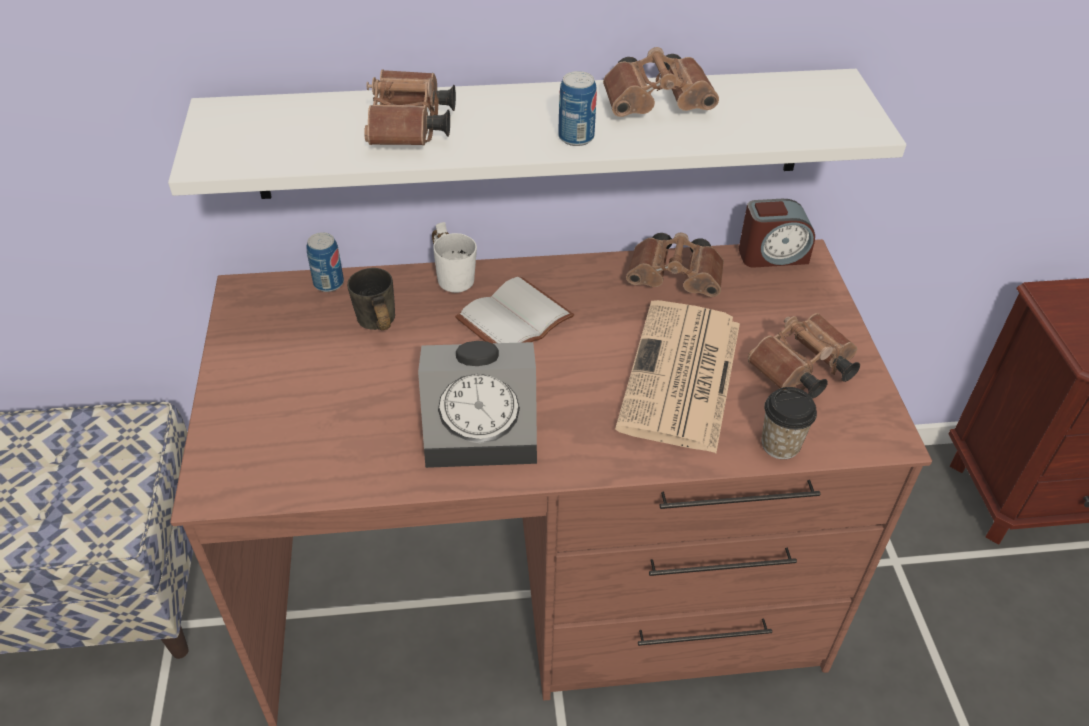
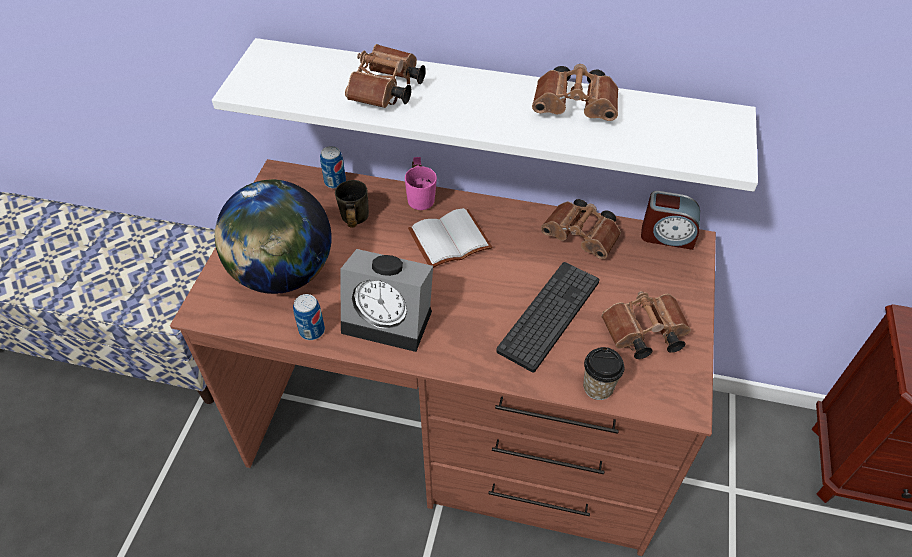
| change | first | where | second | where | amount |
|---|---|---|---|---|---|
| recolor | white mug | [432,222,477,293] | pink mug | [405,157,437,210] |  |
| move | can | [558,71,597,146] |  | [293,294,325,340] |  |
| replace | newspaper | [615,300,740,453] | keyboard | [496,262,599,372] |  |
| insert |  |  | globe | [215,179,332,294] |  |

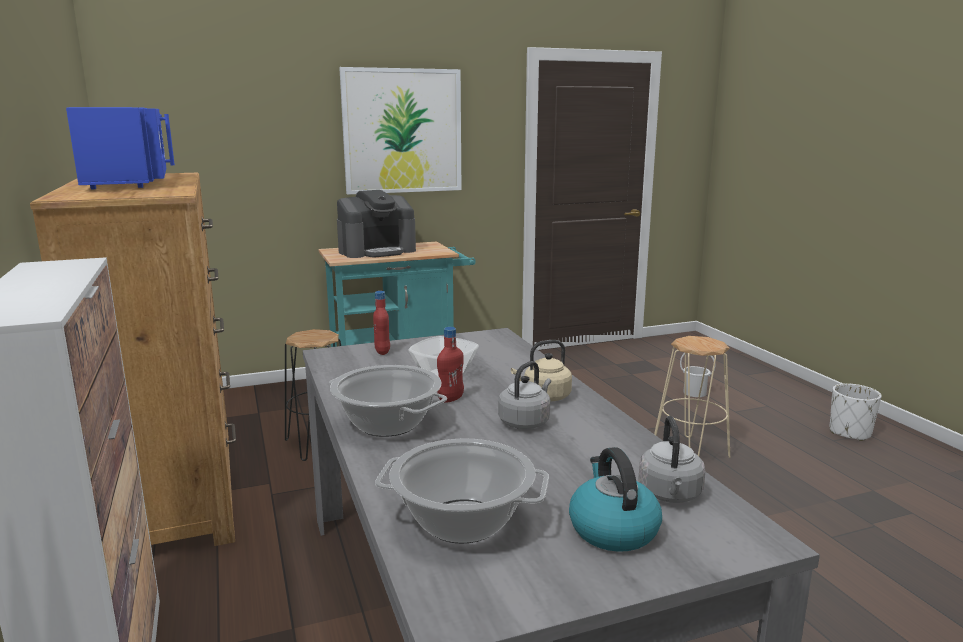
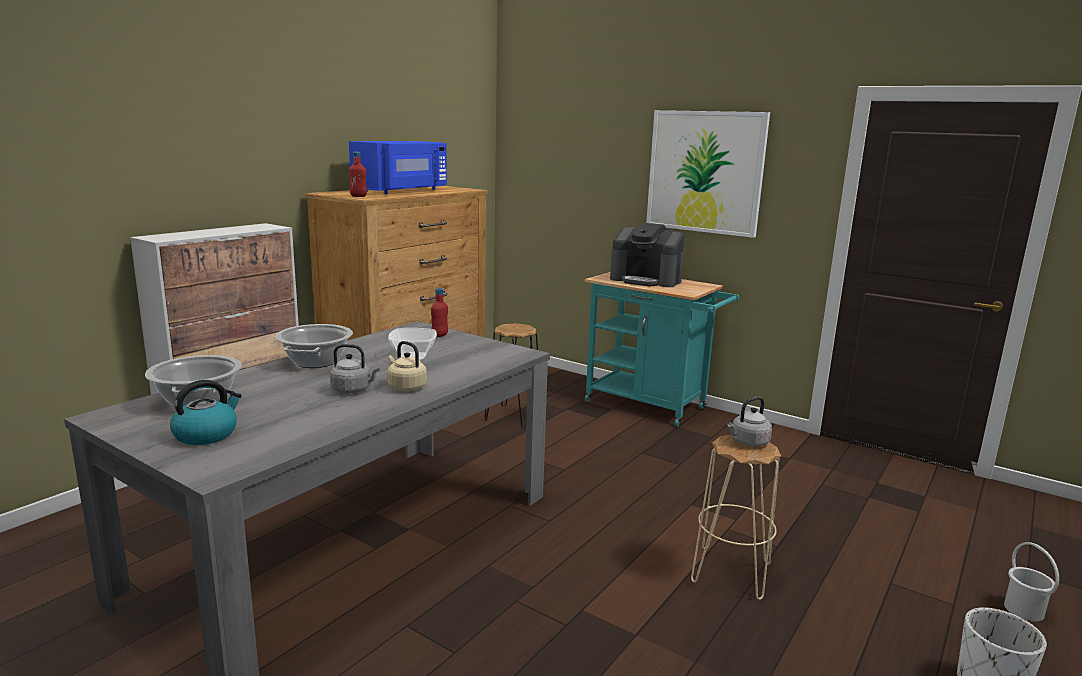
| change | first | where | second | where | amount |
|---|---|---|---|---|---|
| move | red bottle | [437,327,464,403] |  | [349,152,367,197] |  |
| move | grey kettle | [638,416,705,503] |  | [727,397,772,447] |  |
| move | white bucket | [680,353,715,397] |  | [1004,542,1059,621] |  |

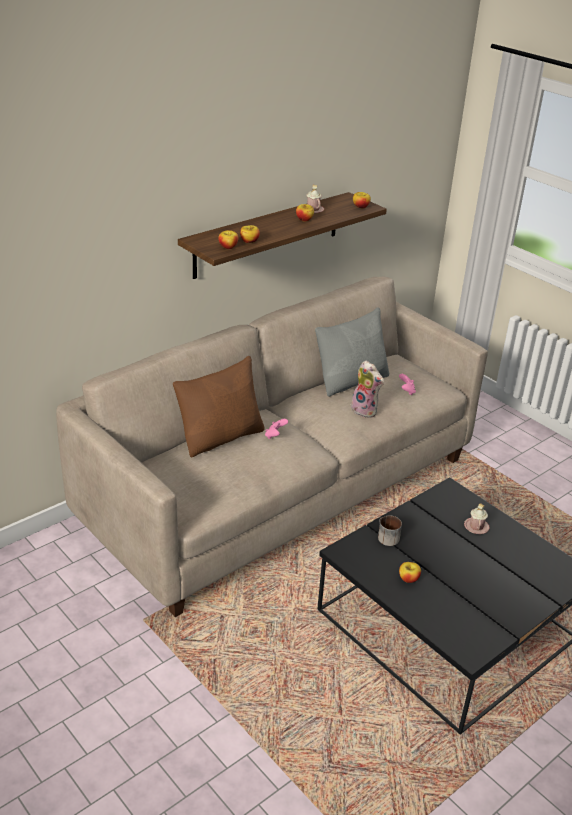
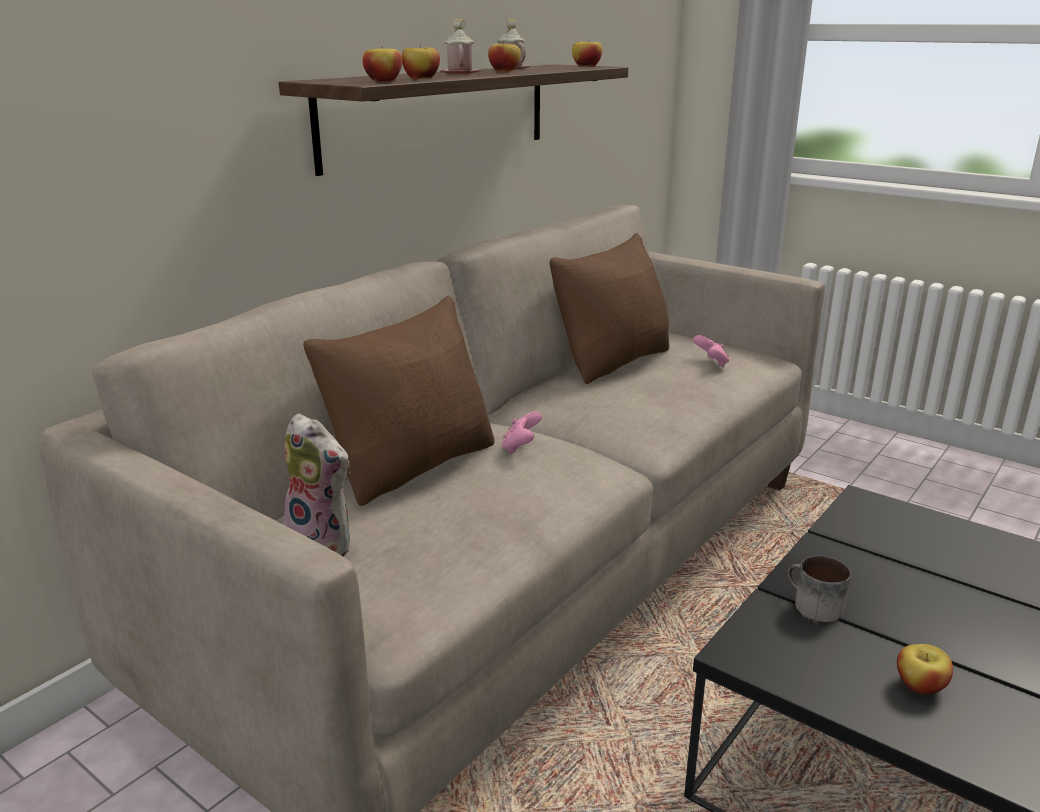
| change | first | where | second | where | amount |
|---|---|---|---|---|---|
| recolor | grey pillow | [315,307,389,397] | brown pillow | [550,233,669,384] |  |
| move | plush toy | [351,361,384,418] |  | [284,414,350,556] |  |
| move | pink mug | [464,503,490,534] |  | [439,19,481,74] |  |

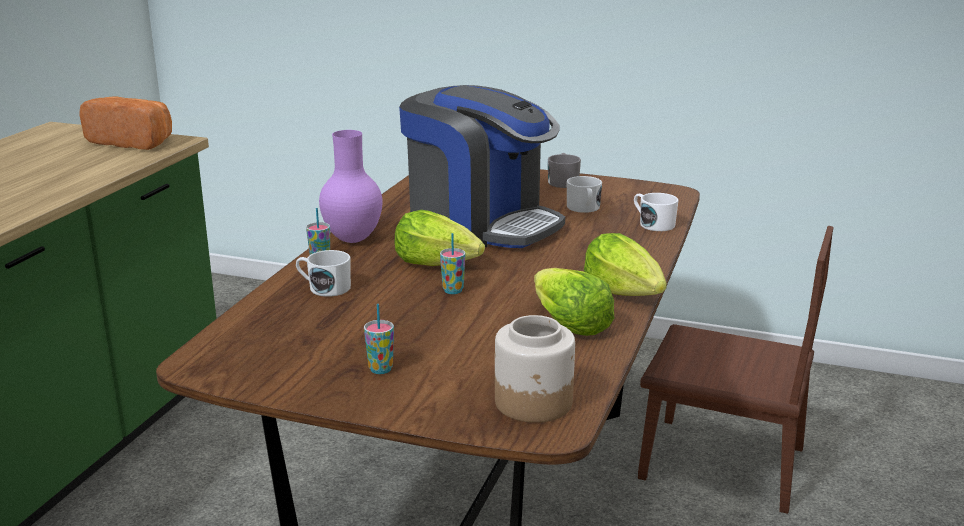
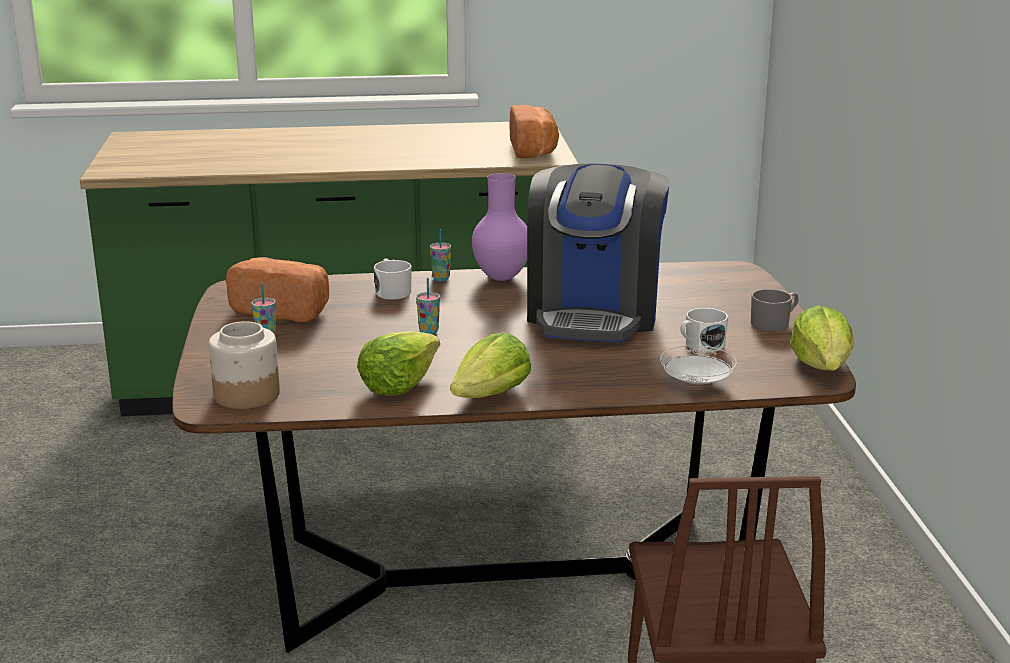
| change | first | where | second | where | amount |
|---|---|---|---|---|---|
| move | lettuce | [395,210,485,266] |  | [790,306,854,371] |  |
| replace | white mug | [634,193,679,231] | white plate | [660,345,737,384] |  |
| insert |  |  | bread | [226,257,329,322] |  |

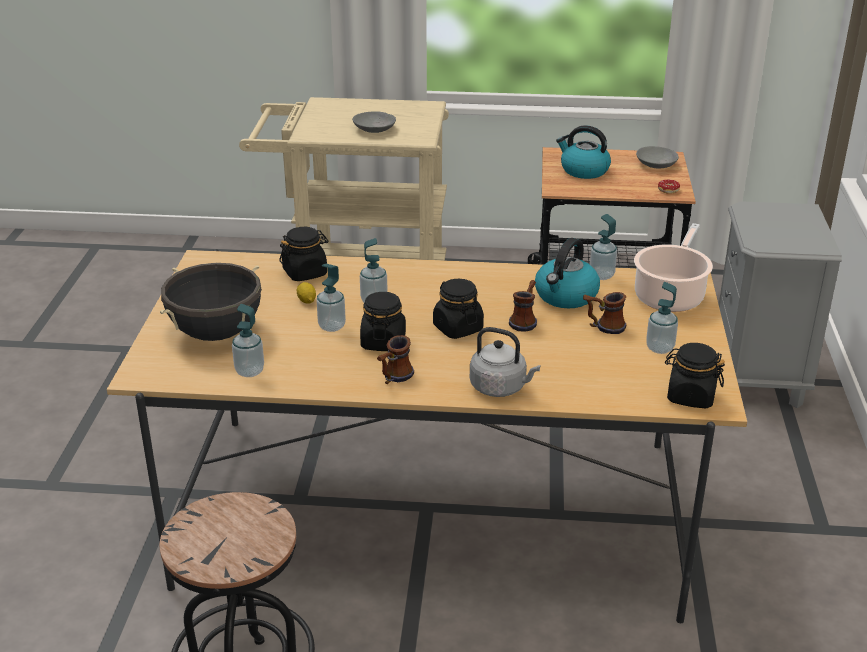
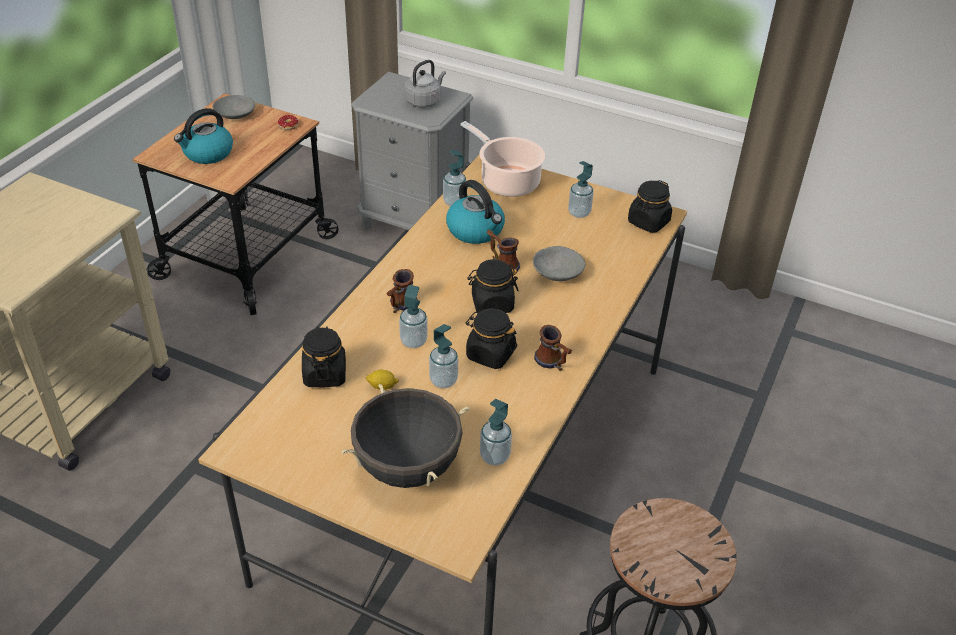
| change | first | where | second | where | amount |
|---|---|---|---|---|---|
| move | grey bowl | [352,111,396,133] |  | [533,246,585,281] |  |
| move | grey kettle | [470,327,540,397] |  | [404,60,446,108] |  |
| move | mug | [583,292,626,334] |  | [386,269,417,313] |  |

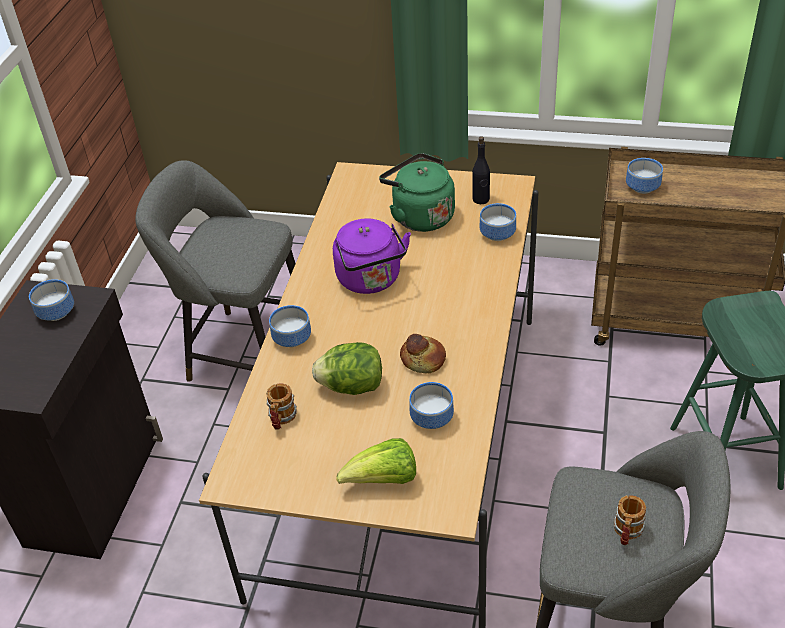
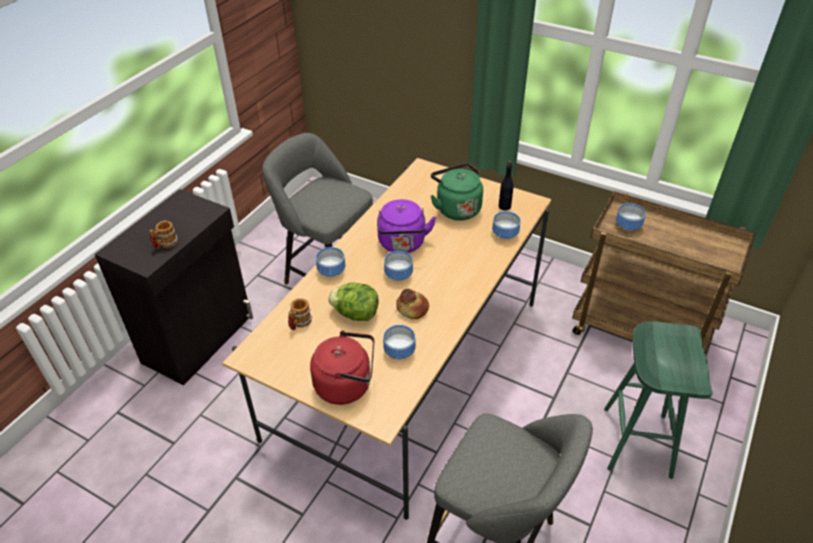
| change | first | where | second | where | amount |
|---|---|---|---|---|---|
| move | bowl | [29,279,74,321] |  | [384,251,413,281] |  |
| replace | lettuce | [336,438,416,484] | red kettle | [310,330,374,405] |  |
| move | mug | [613,495,646,545] |  | [149,220,178,249] |  |

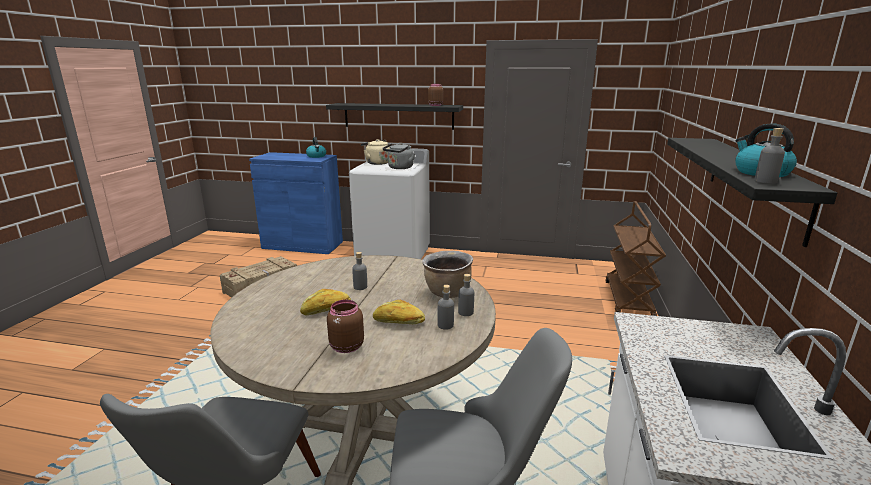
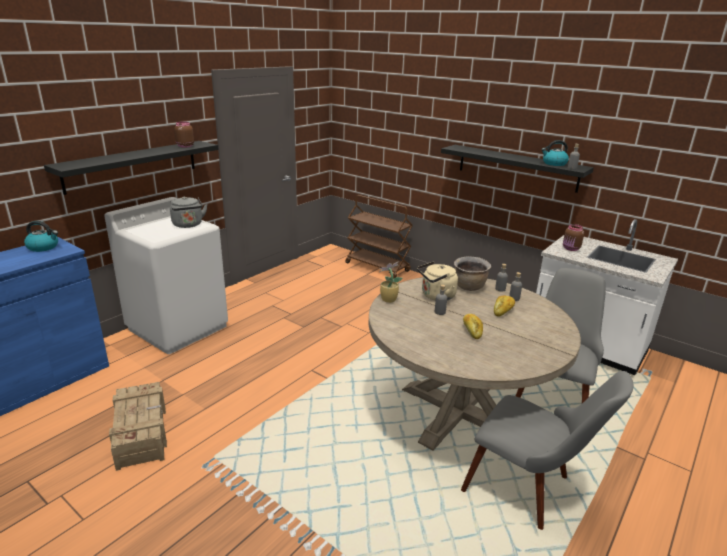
| change | first | where | second | where | amount |
|---|---|---|---|---|---|
| move | brown jar | [327,300,364,353] |  | [563,224,584,251] |  |
| move | beige kettle | [361,139,390,165] |  | [417,261,458,301] |  |
| insert |  |  | potted plant | [379,262,403,303] |  |

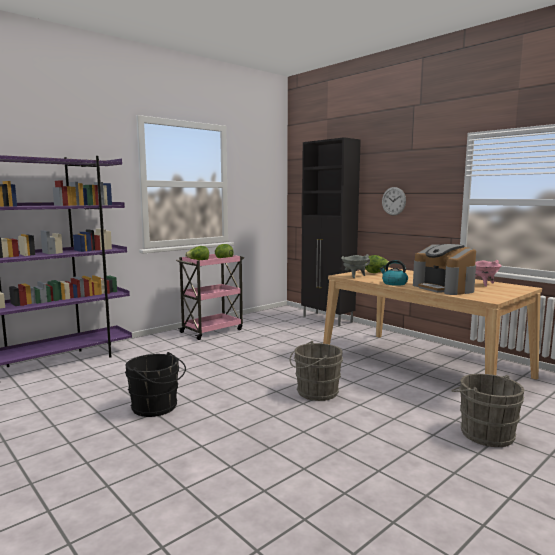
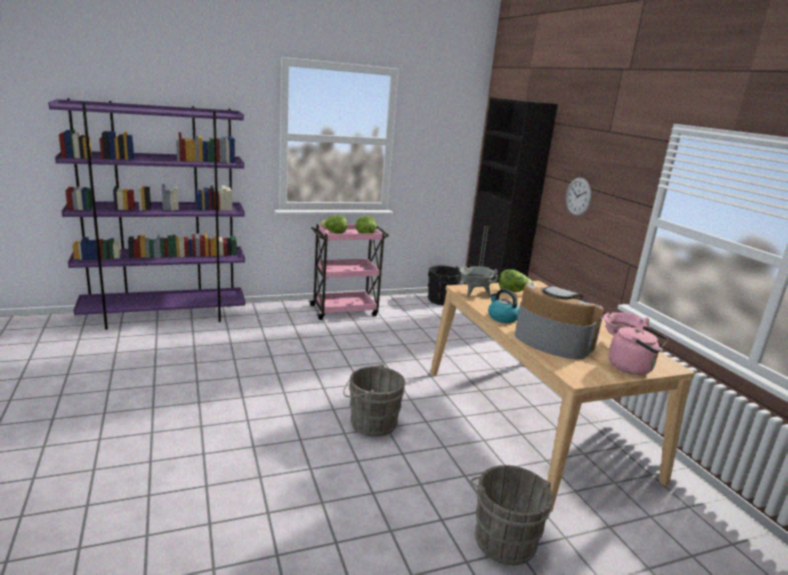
| change | first | where | second | where | amount |
|---|---|---|---|---|---|
| move | black bucket | [125,352,186,417] |  | [428,265,465,305] |  |
| rotate | coffee machine | [413,244,476,295] |  | [515,284,603,359] | 135 degrees clockwise |
| insert |  |  | pink kettle | [609,326,668,375] |  |

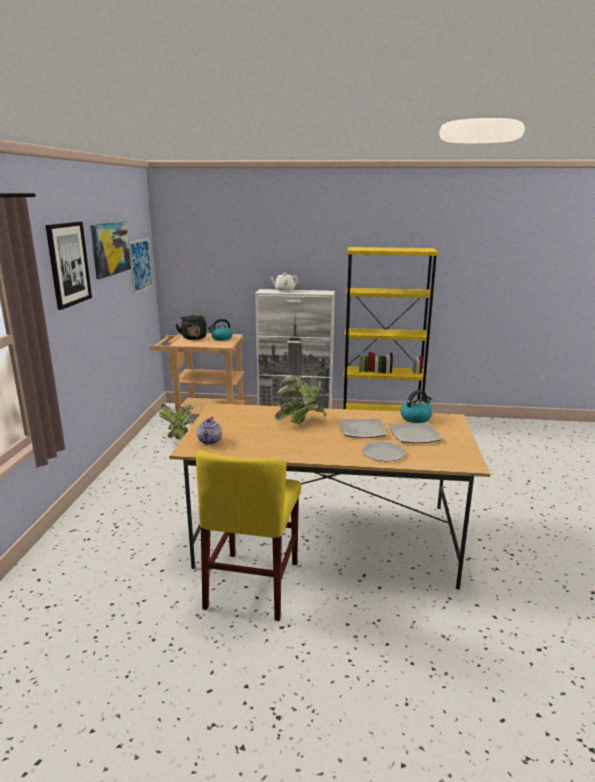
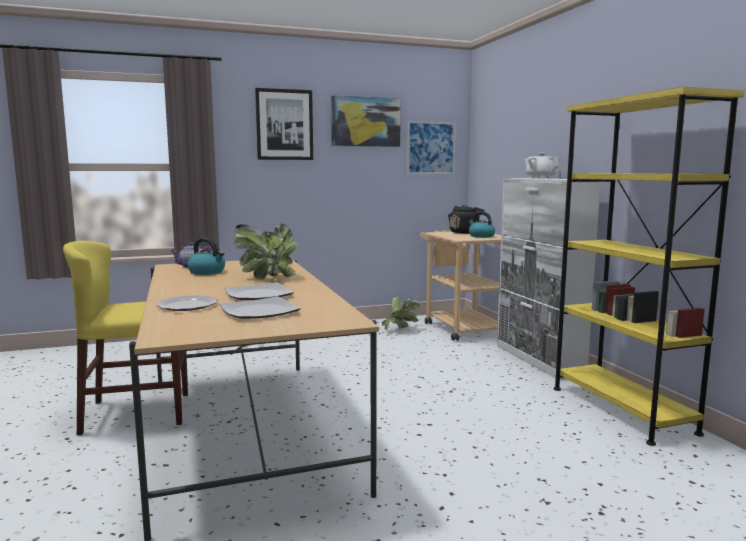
| change | first | where | second | where | amount |
|---|---|---|---|---|---|
| move | kettle | [400,390,432,423] |  | [187,238,225,275] |  |

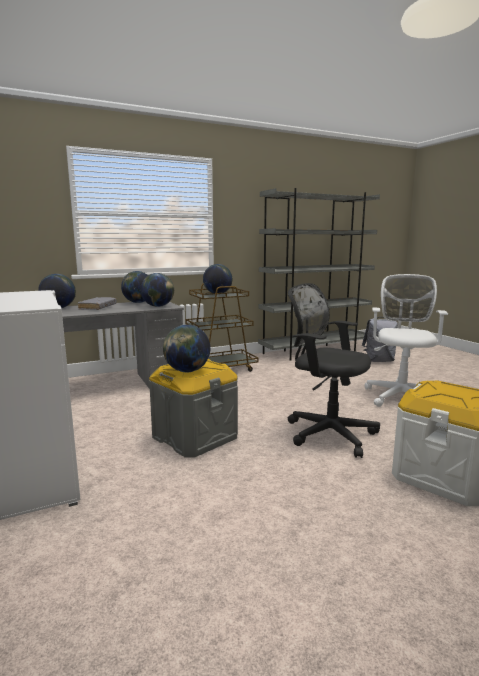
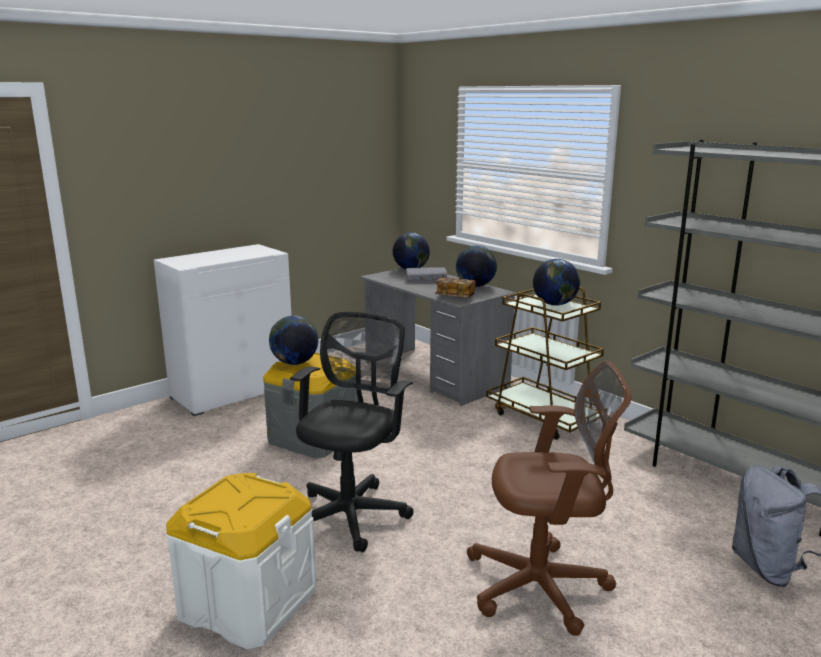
| change | first | where | second | where | amount |
|---|---|---|---|---|---|
| replace | globe | [140,273,174,307] | book | [435,278,476,298] |  |
| recolor | white office chair | [364,274,448,407] | brown office chair | [467,361,632,636] |  |

